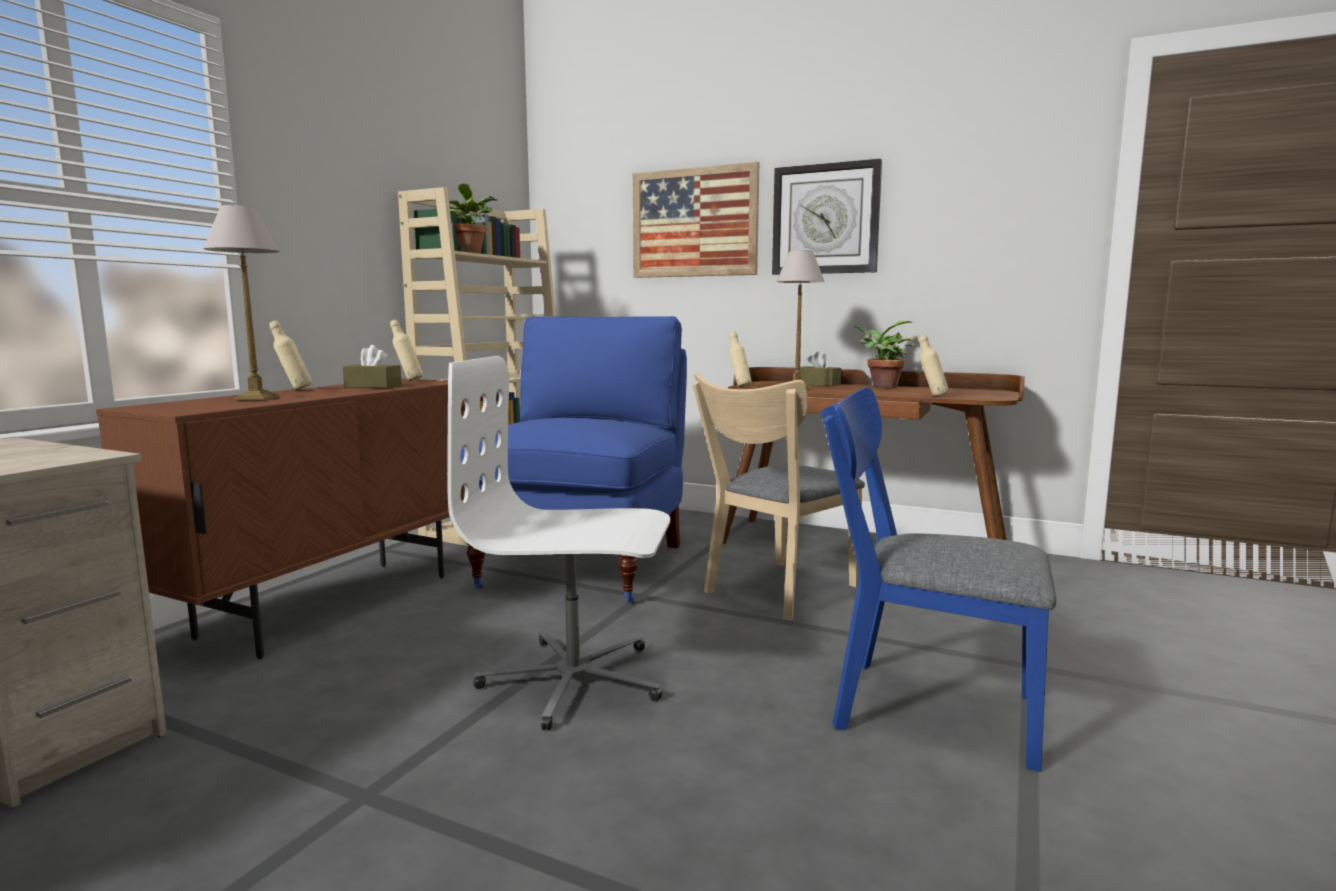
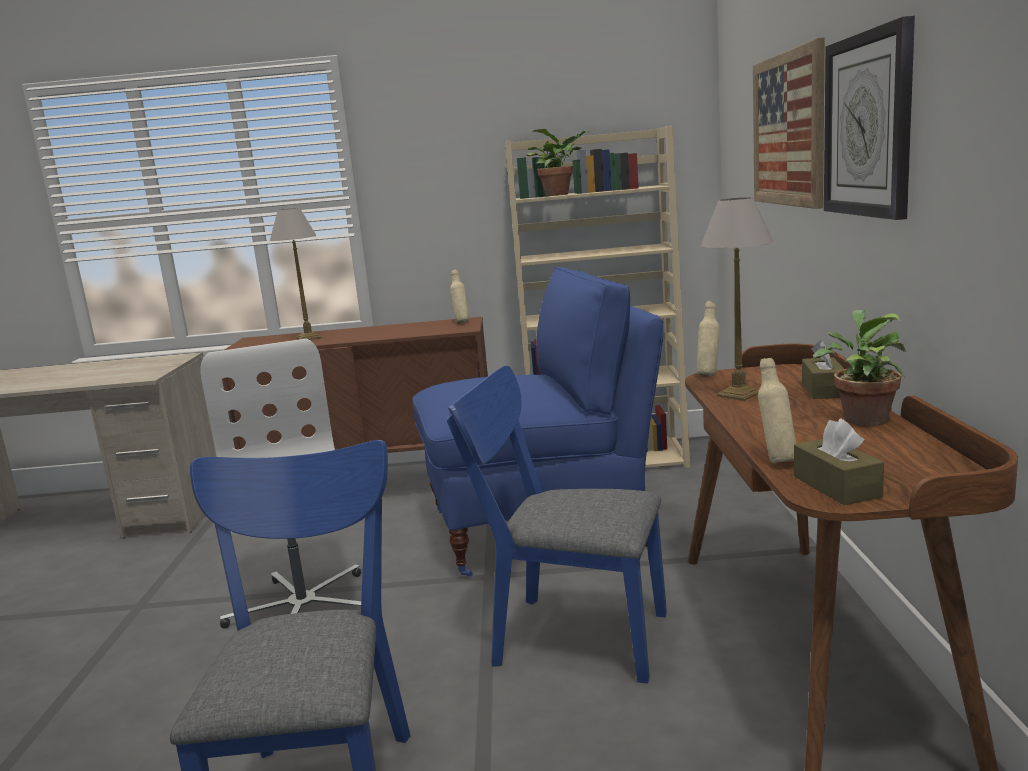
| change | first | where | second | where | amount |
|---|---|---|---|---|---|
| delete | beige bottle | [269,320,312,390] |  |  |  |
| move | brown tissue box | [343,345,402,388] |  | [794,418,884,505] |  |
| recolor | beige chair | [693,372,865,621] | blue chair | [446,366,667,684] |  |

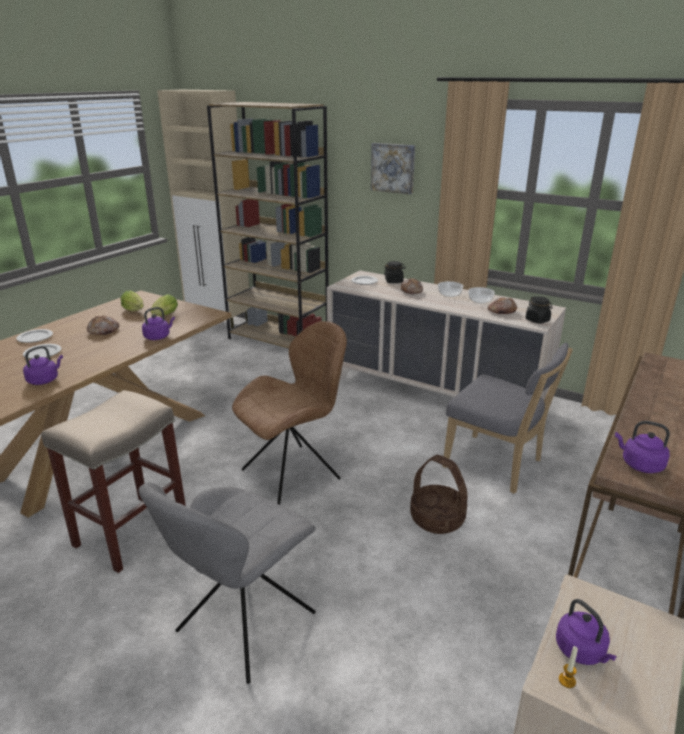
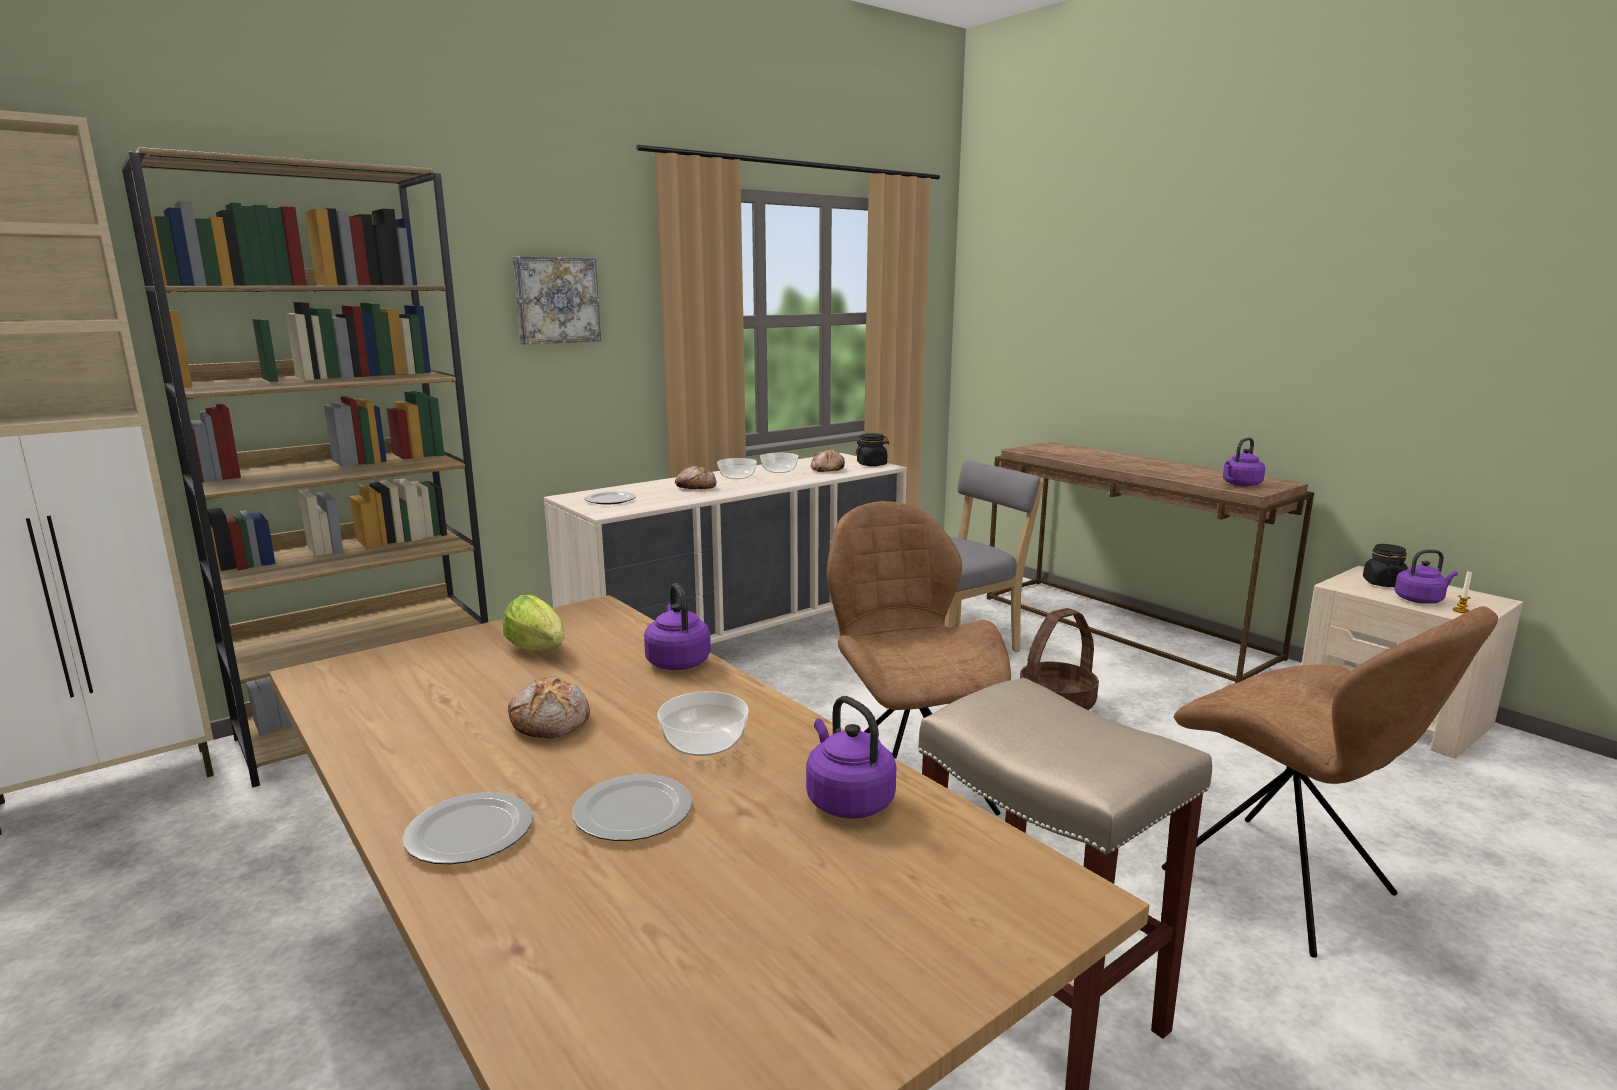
| change | first | where | second | where | amount |
|---|---|---|---|---|---|
| delete | lettuce | [121,291,144,311] |  |  |  |
| recolor | grey chair | [139,482,316,684] | brown chair | [1161,606,1498,958] |  |
| move | black jar | [384,261,406,283] |  | [1363,544,1408,587] |  |
| insert |  |  | bowl | [658,691,749,756] |  |

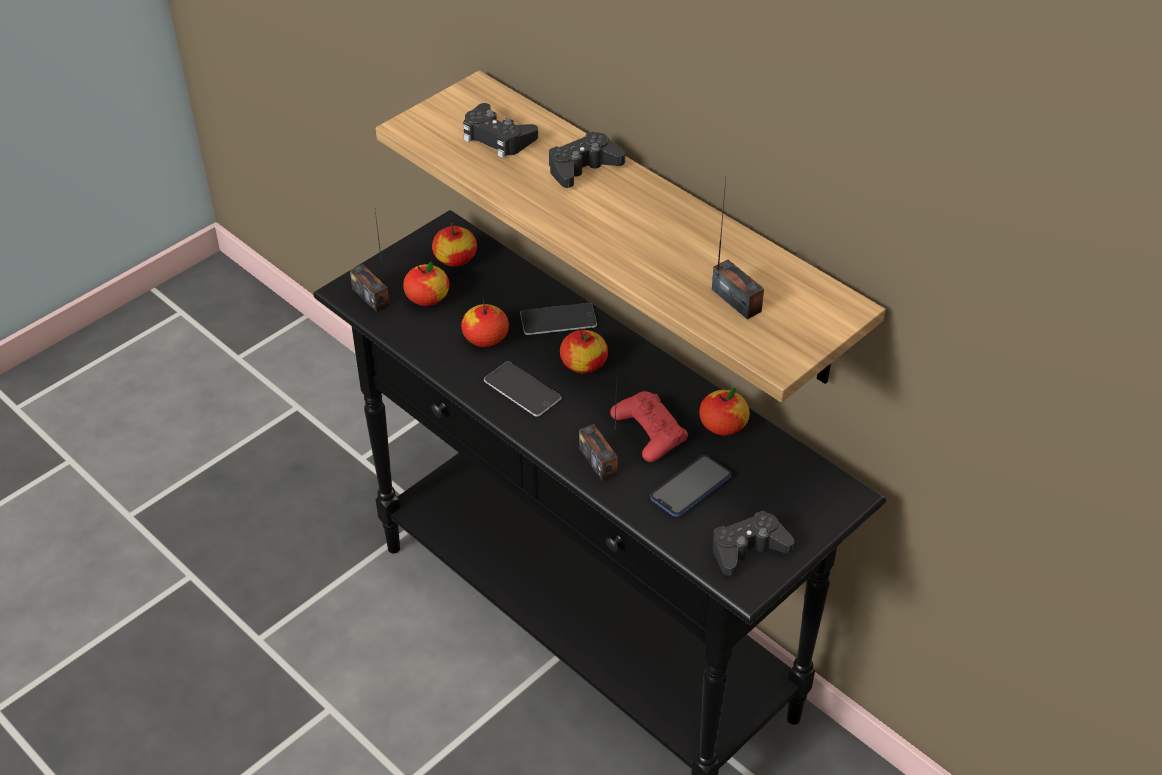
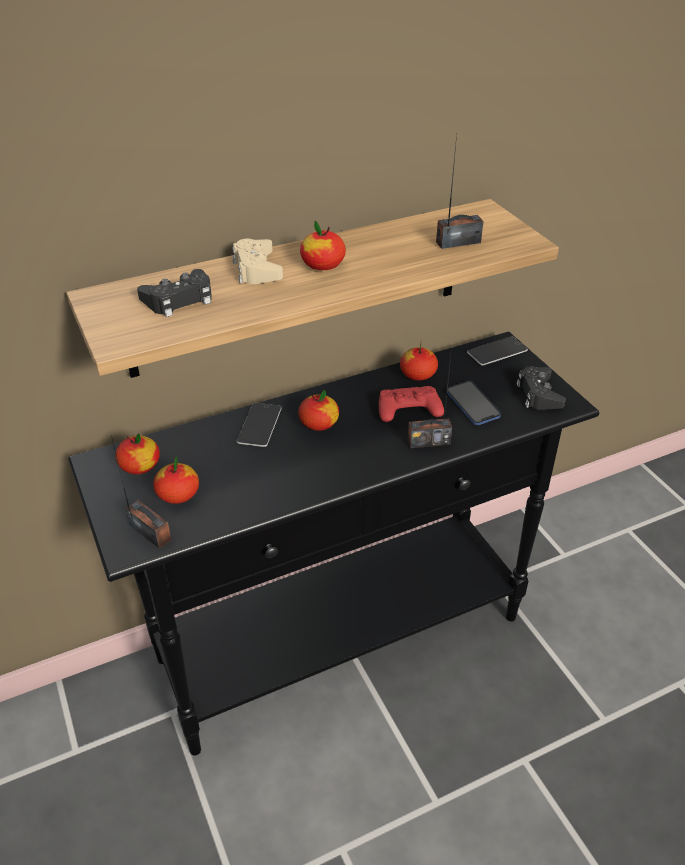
| change | first | where | second | where | amount |
|---|---|---|---|---|---|
| rotate | radio | [350,211,390,313] |  | [111,436,171,549] | 120 degrees counterclockwise |
| move | apple | [461,297,509,347] |  | [300,221,346,270] |  |
| move | phone | [484,362,562,417] |  | [467,337,528,365] |  |
| recolor | black game controller | [549,131,625,188] | beige game controller | [232,239,283,284] |  |

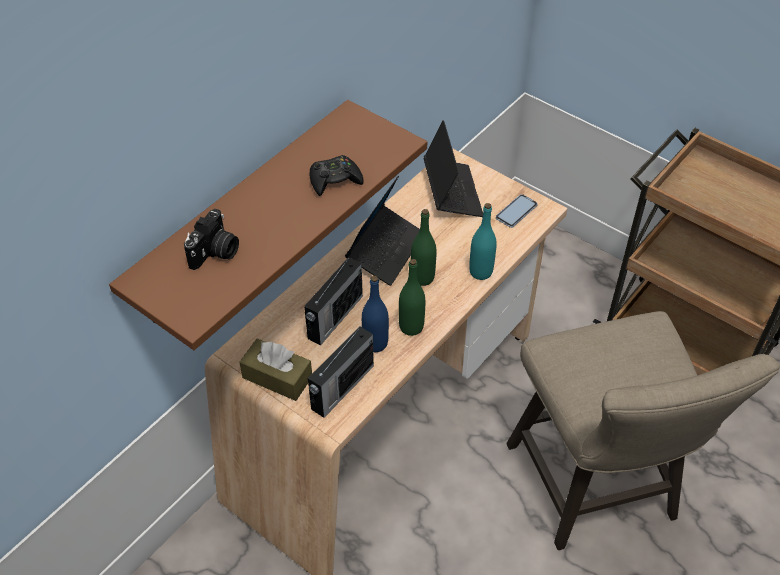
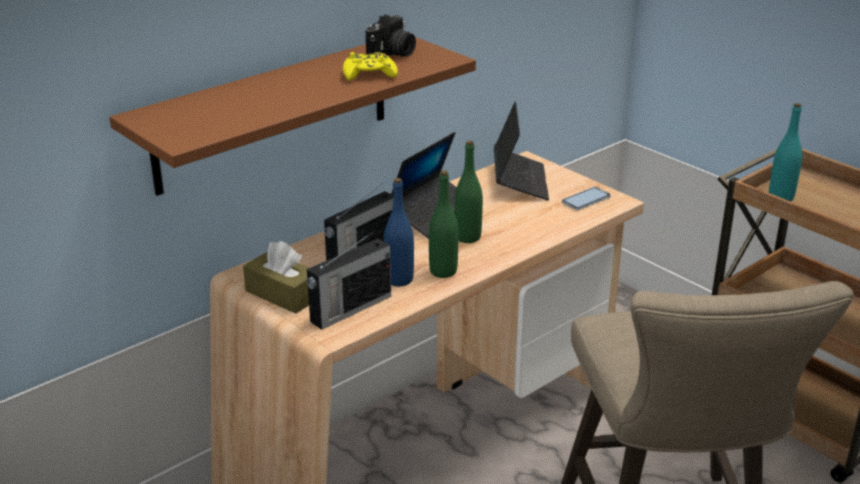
| change | first | where | second | where | amount |
|---|---|---|---|---|---|
| move | photo camera | [184,209,239,270] |  | [366,15,416,57] |  |
| recolor | black game controller | [309,155,364,196] | yellow game controller | [343,52,398,81] |  |
| move | turquoise bottle | [469,203,497,280] |  | [769,103,802,201] |  |

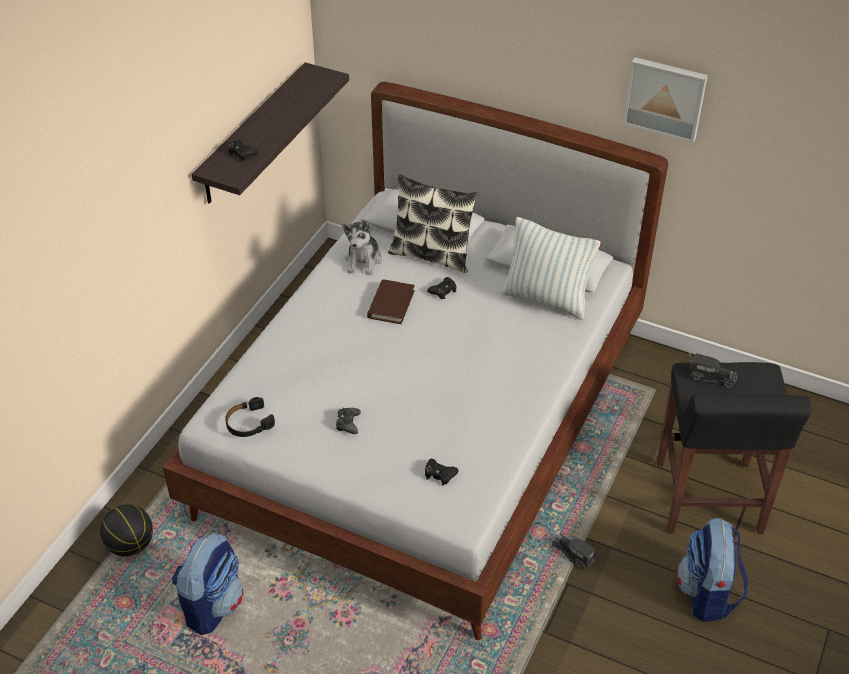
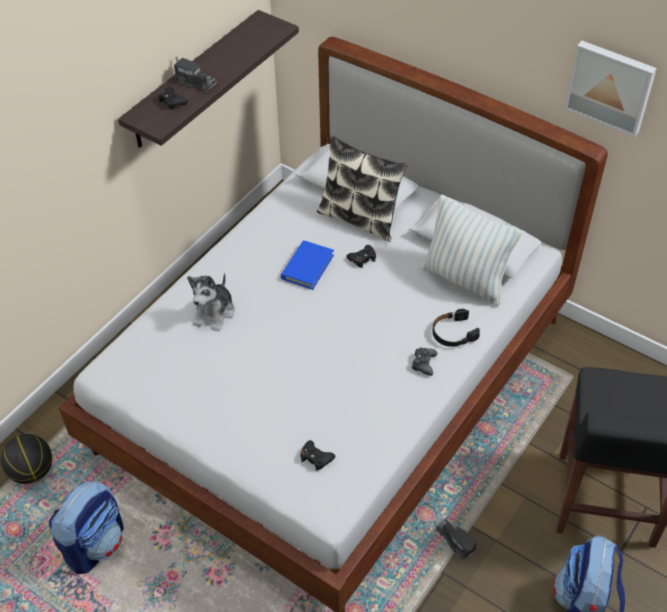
| change | first | where | second | where | amount |
|---|---|---|---|---|---|
| move | black headphones | [225,397,275,437] |  | [432,309,480,347] |  |
| move | black game controller | [336,408,361,434] |  | [411,348,437,376] |  |
| move | plush toy | [342,220,382,275] |  | [187,273,235,331] |  |
| recolor | brown book | [367,279,415,324] | blue book | [281,240,334,290] |  |
| move | toy truck | [689,353,737,388] |  | [174,56,217,93] |  |

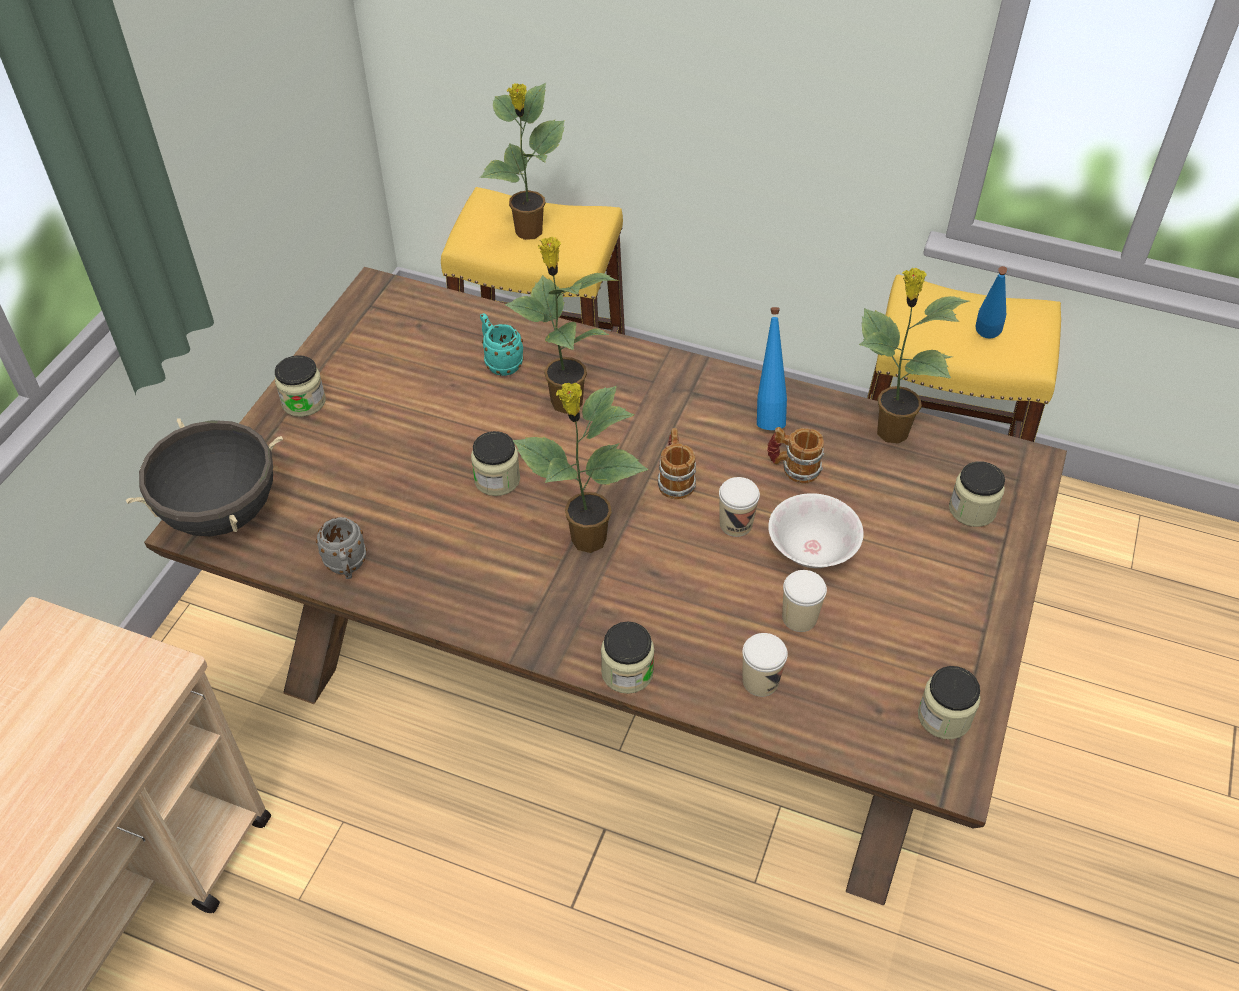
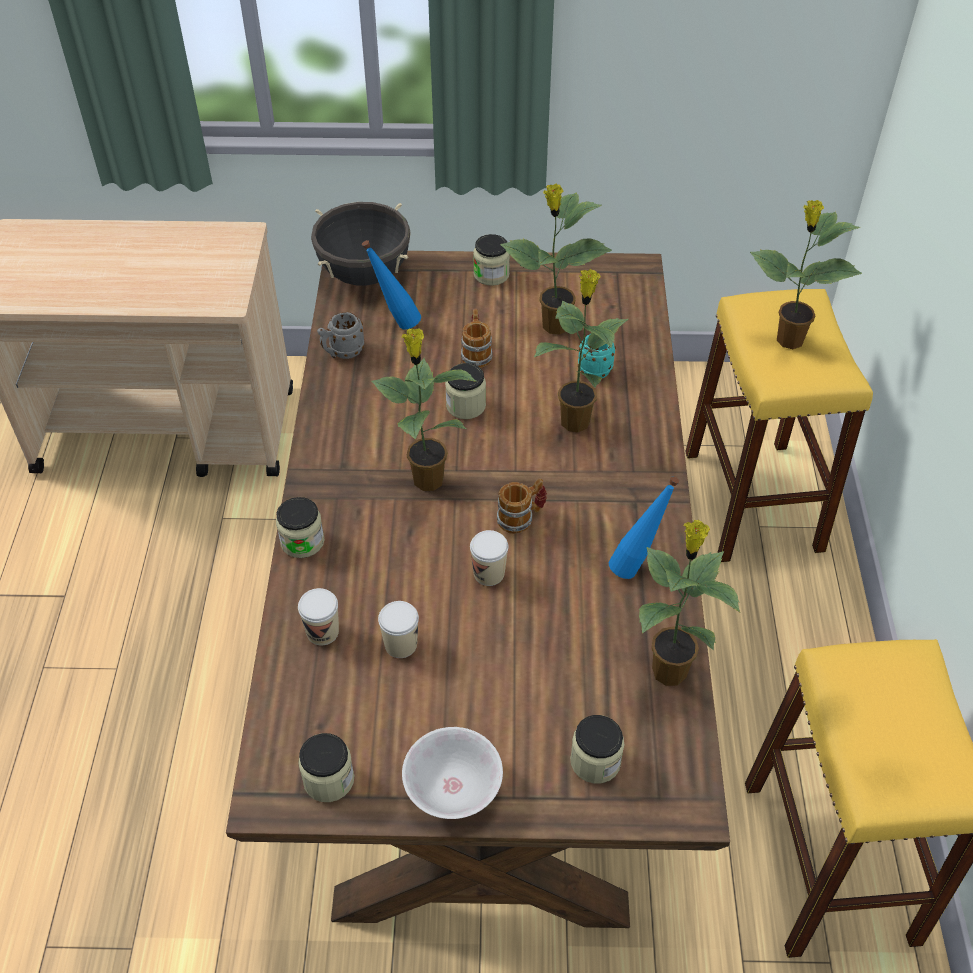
| change | first | where | second | where | amount |
|---|---|---|---|---|---|
| move | mug | [767,427,824,484] |  | [461,309,492,368] |  |
| move | white bowl | [768,493,863,568] |  | [402,727,503,819] |  |
| move | blue bottle | [975,266,1007,339] |  | [362,240,421,330] |  |
| insert |  |  | potted plant | [500,184,612,335] |  |

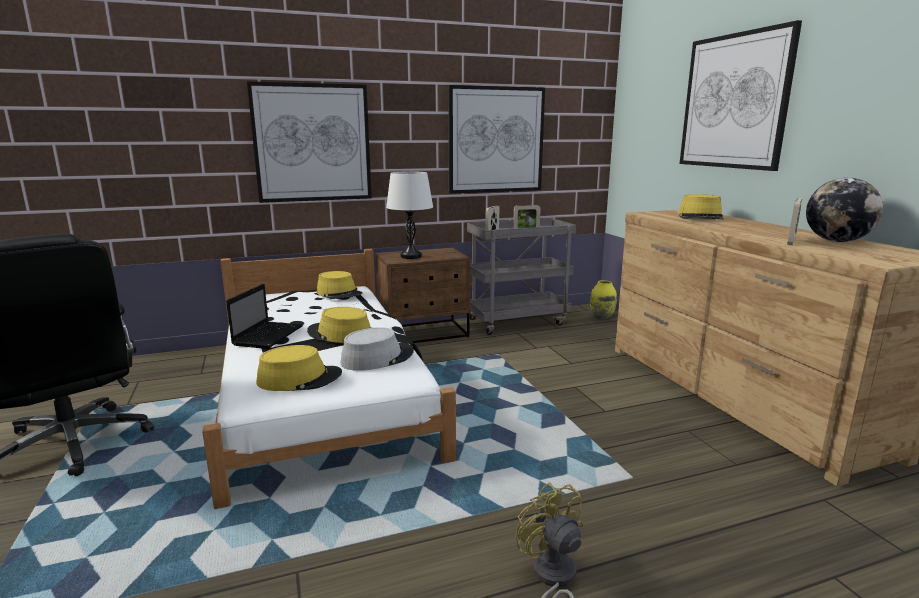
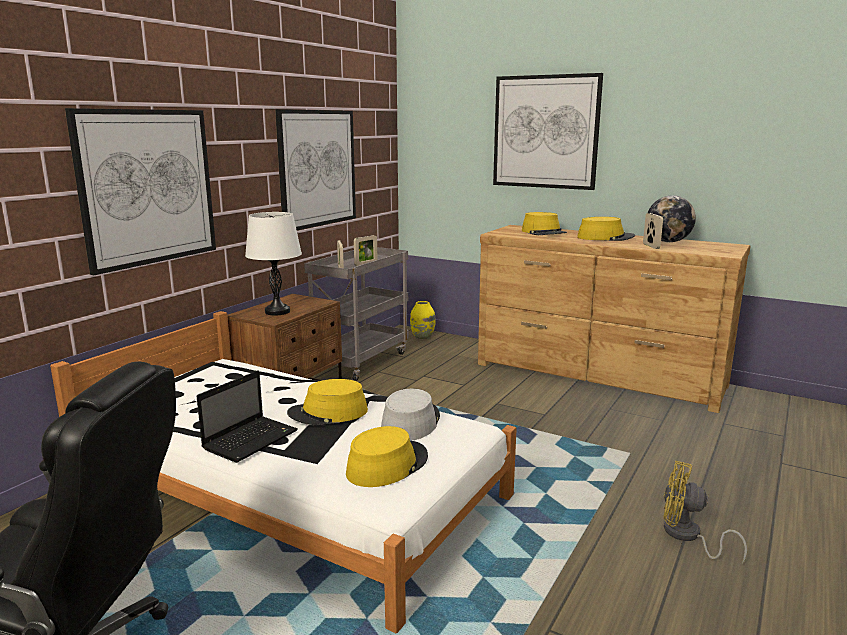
| change | first | where | second | where | amount |
|---|---|---|---|---|---|
| rotate | laptop | [226,284,303,349] |  | [197,370,298,463] | 60 degrees clockwise |
| move | yellow hat | [317,271,363,299] |  | [577,217,635,241] |  |

